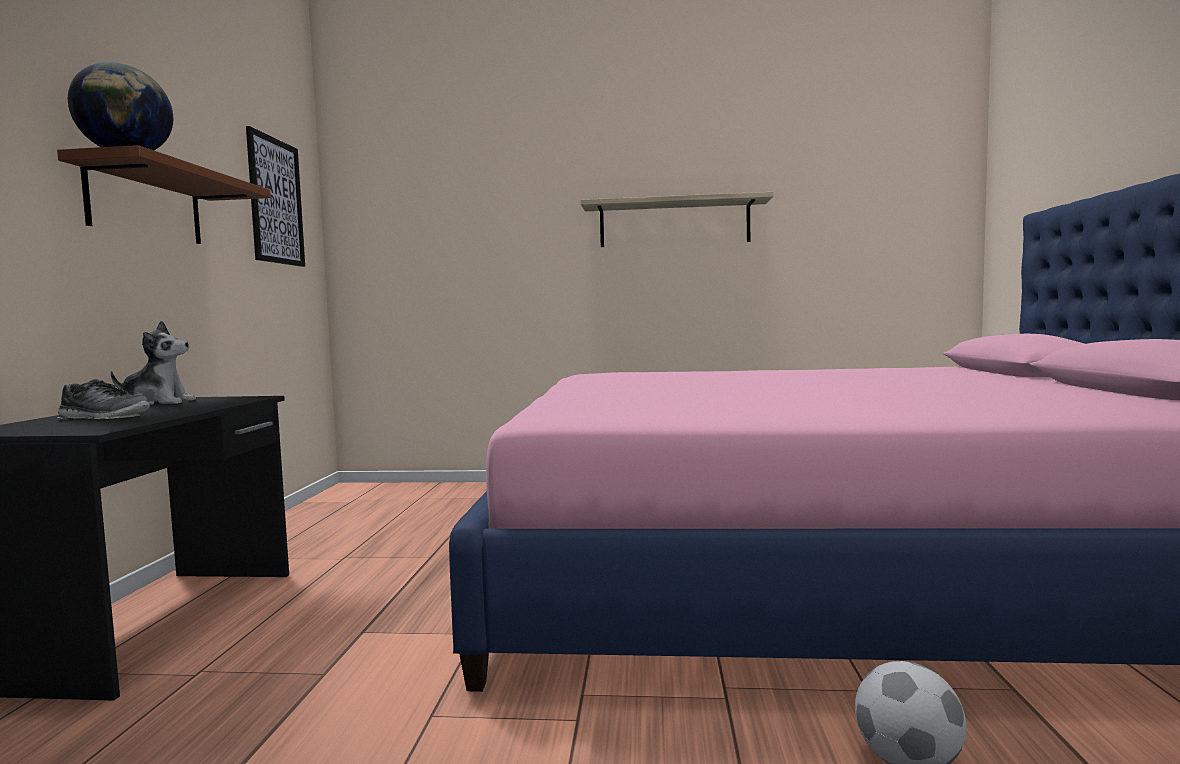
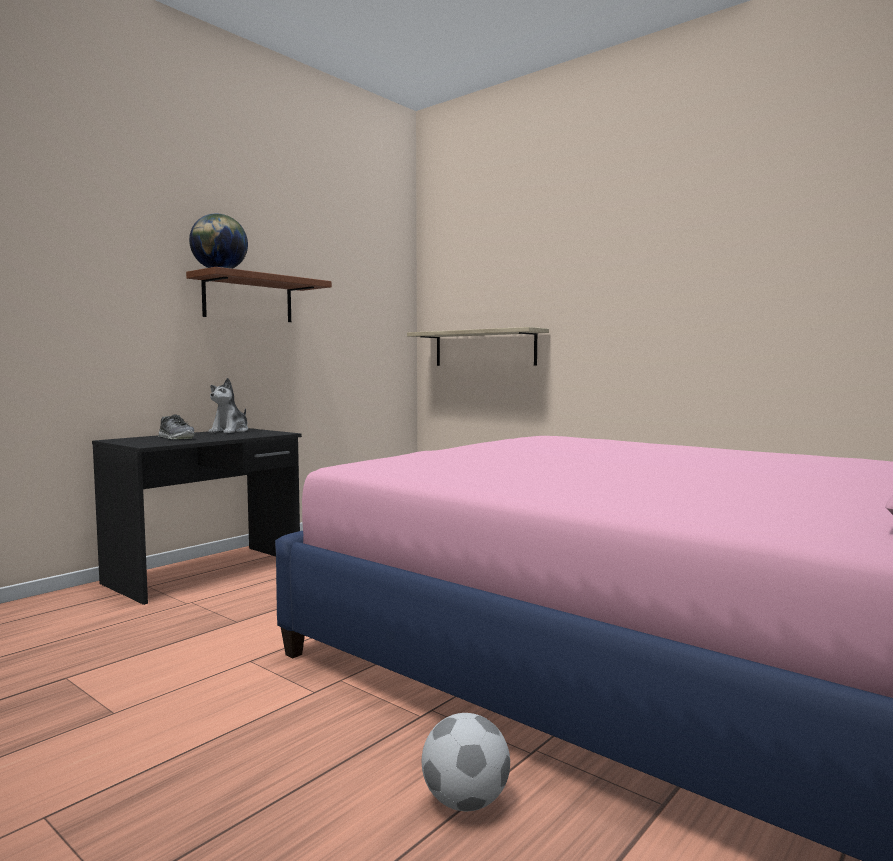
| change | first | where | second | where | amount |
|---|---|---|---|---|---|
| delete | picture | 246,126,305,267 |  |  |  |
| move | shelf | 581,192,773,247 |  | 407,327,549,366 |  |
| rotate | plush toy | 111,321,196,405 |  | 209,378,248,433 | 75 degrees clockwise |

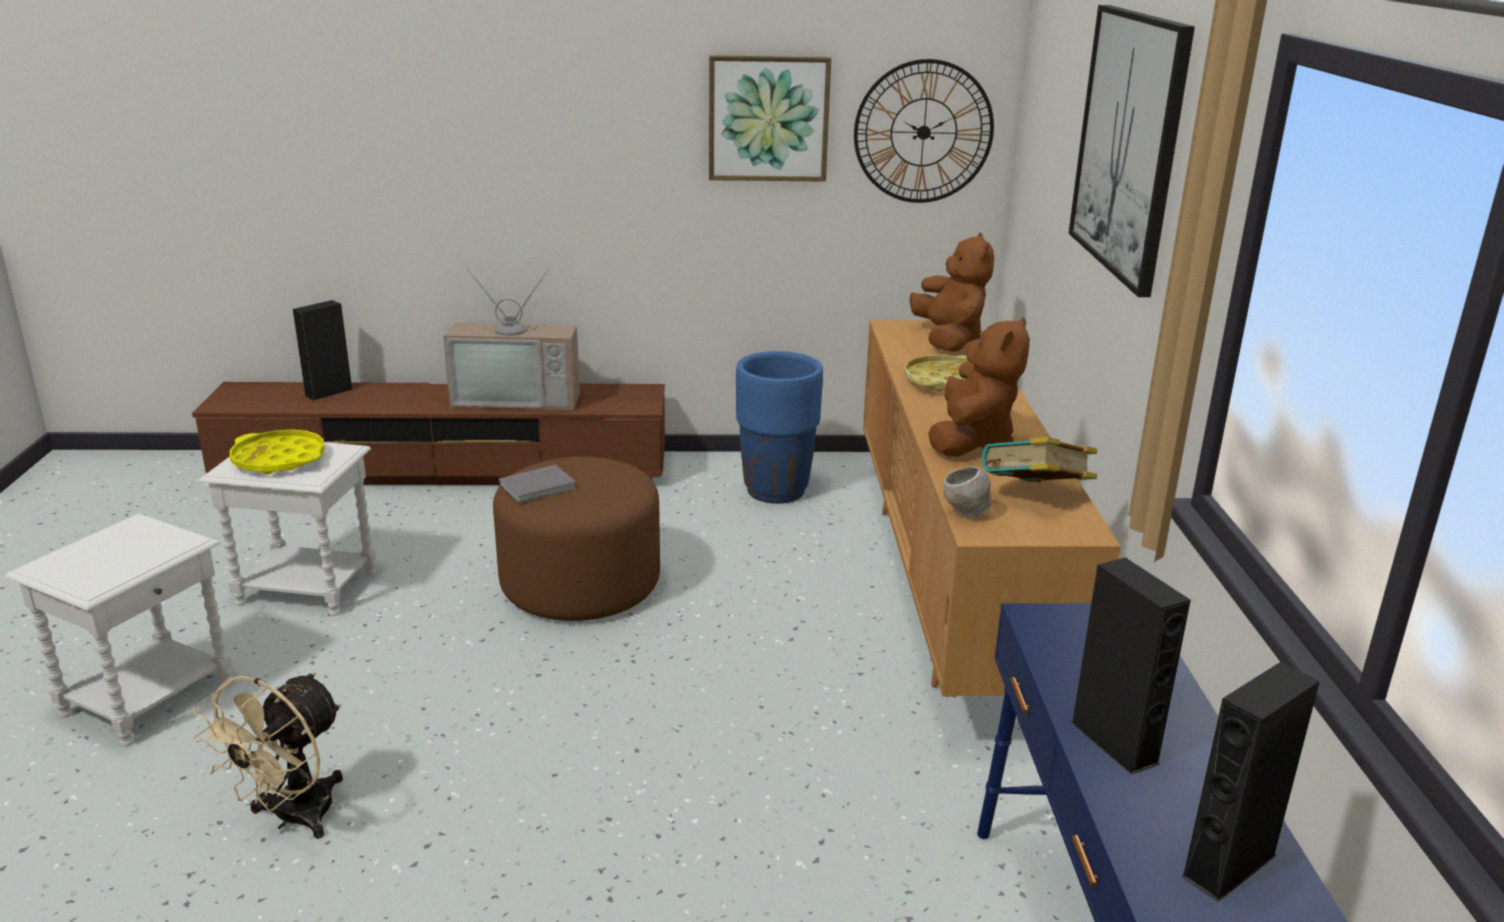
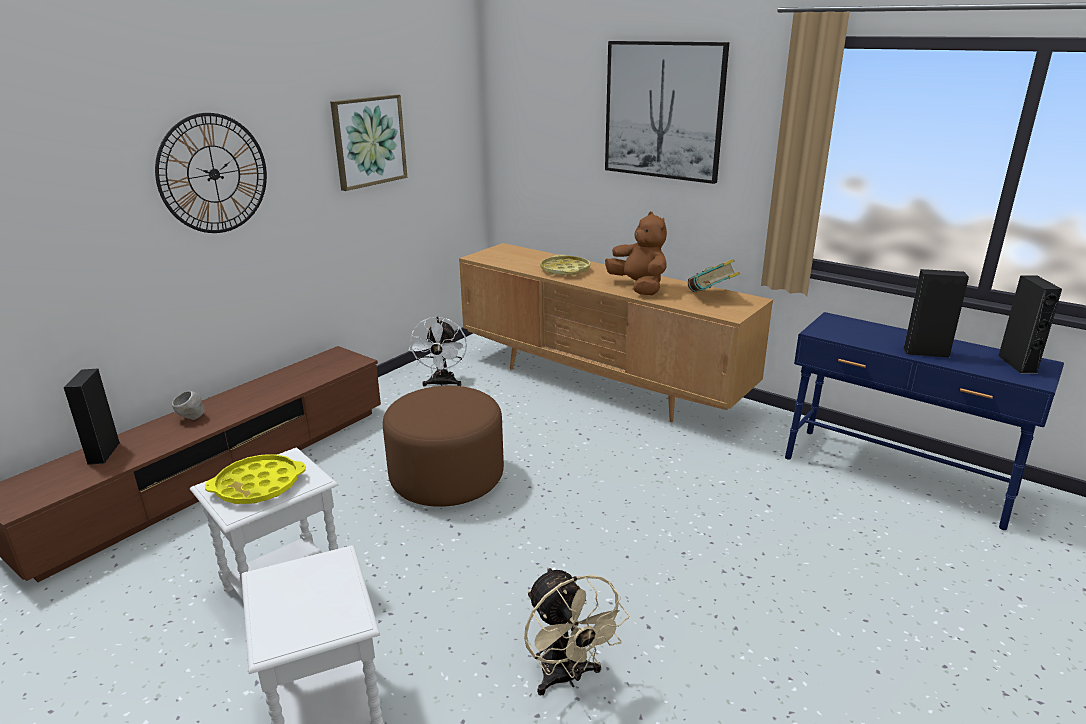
| change | first | where | second | where | amount |
|---|---|---|---|---|---|
| delete | television | 443,267,580,410 |  |  |  |
| delete | grey book | 499,465,576,504 |  |  |  |
| delete | brown plush toy | 910,233,994,352 |  |  |  |
| move | wall clock | 854,59,994,203 |  | 155,113,267,233 |  |
| move | grey bowl | 943,466,992,518 |  | 172,391,205,420 |  |
| replace | blue planter | 736,351,823,504 | white fan | 408,317,467,387 |  |

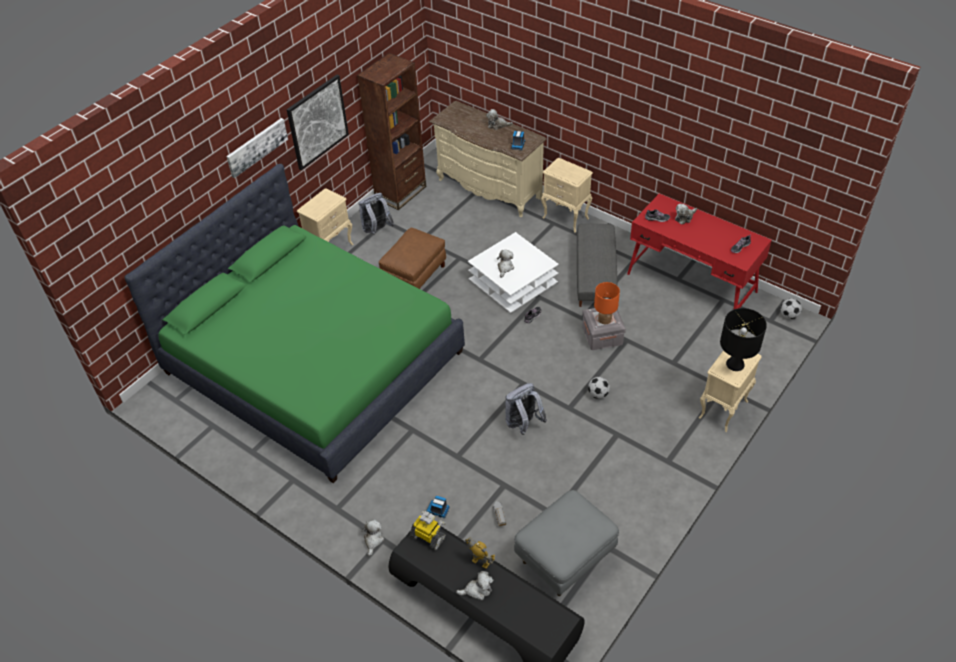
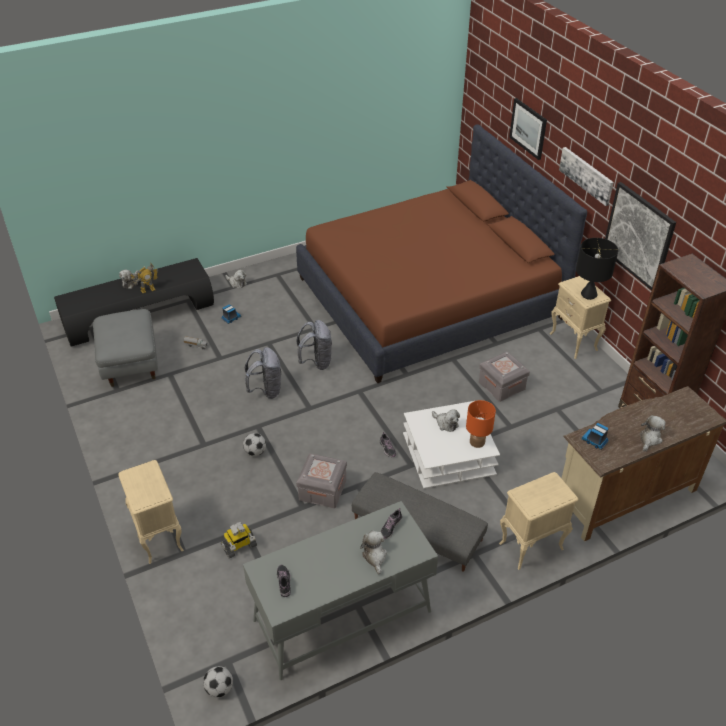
| change | first | where | second | where | amount |
|---|---|---|---|---|---|
| insert |  |  | picture | 509,98,547,160 |  |
| move | grey backpack | 358,193,395,235 |  | 296,320,332,370 |  |
| move | toy robot | 409,511,446,550 |  | 221,522,257,558 |  |
| move | orange table lamp | 594,282,620,324 |  | 466,400,496,448 |  |
| move | black table lamp | 720,308,767,371 |  | 576,238,618,300 |  |
| replace | brown ottoman | 379,228,446,289 | grey storage box | 479,351,530,402 |  |
| recolor | green bed | 124,164,465,483 | brown bed | 296,125,587,383 |  |
| recolor | red desk | 627,193,772,310 | grey desk | 243,501,438,680 |  |

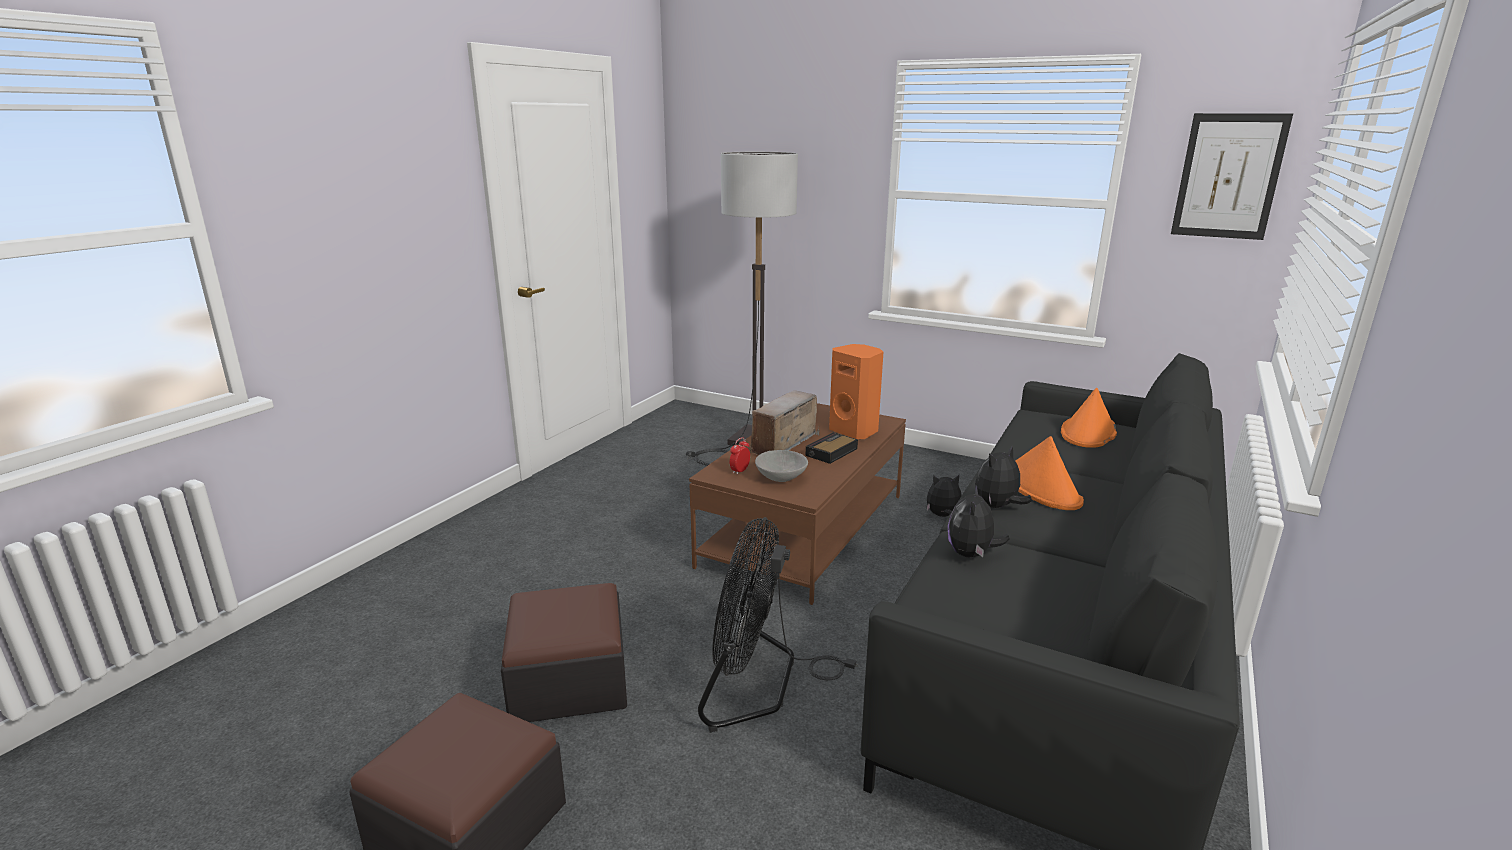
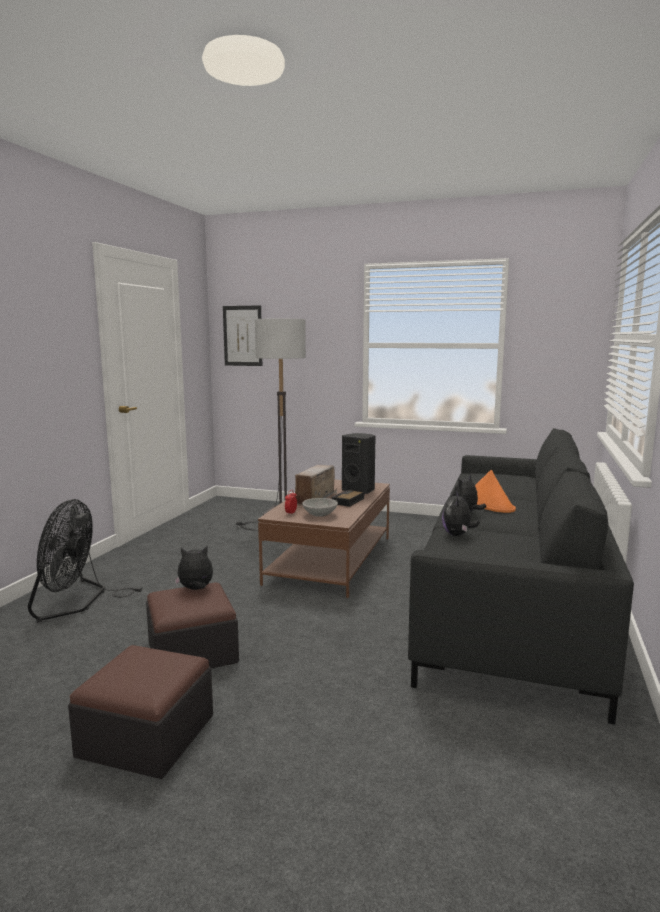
| change | first | where | second | where | amount |
|---|---|---|---|---|---|
| delete | orange hat | 1061,388,1117,448 |  |  |  |
| move | black fan | 698,517,859,733 |  | 28,499,143,623 |  |
| move | plush toy | 927,475,961,517 |  | 174,546,213,590 |  |
| move | picture | 1171,113,1293,240 |  | 223,305,262,366 |  |
| recolor | orange speaker | 829,344,883,440 | black speaker | 342,433,375,495 |  |

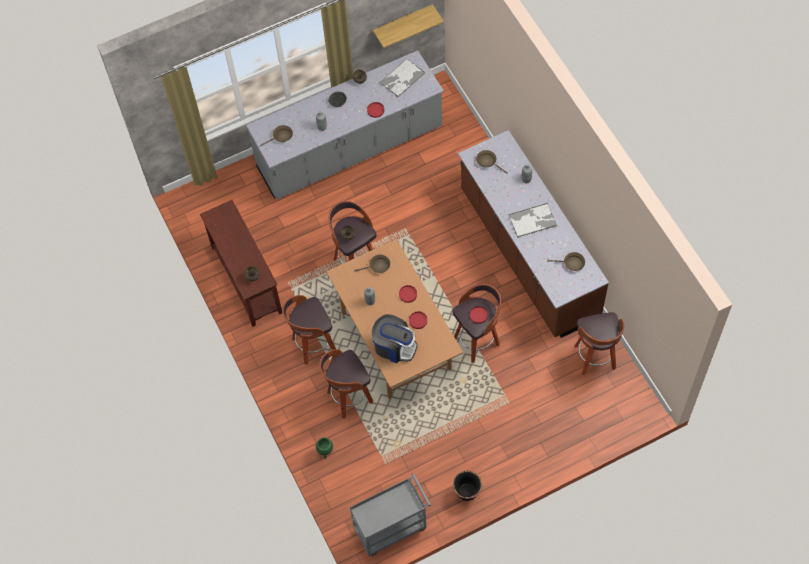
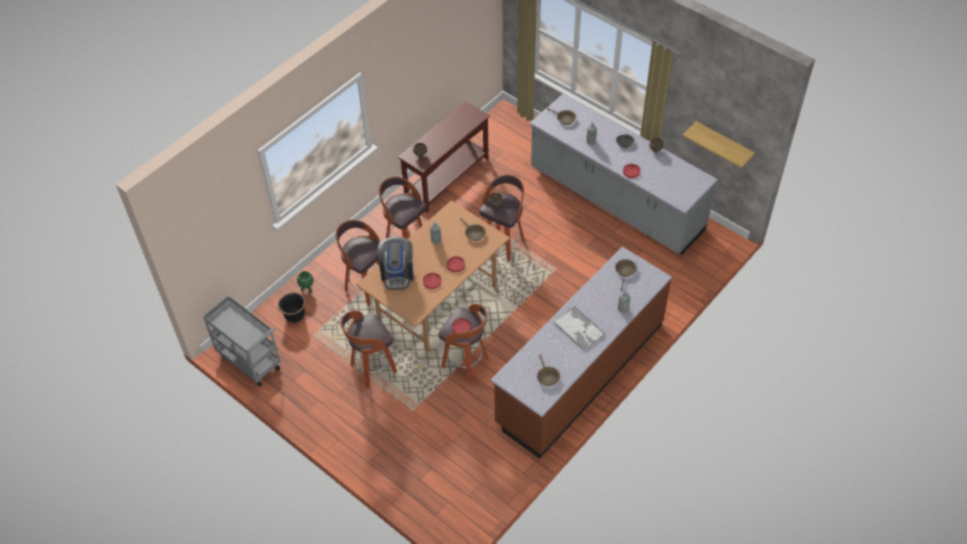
| change | first | where | second | where | amount |
|---|---|---|---|---|---|
| delete | tray | 380,58,425,97 |  |  |  |
| move | black planter | 453,471,482,501 |  | 278,293,306,323 |  |
| move | stool | 574,312,624,376 |  | 340,311,397,388 |  |

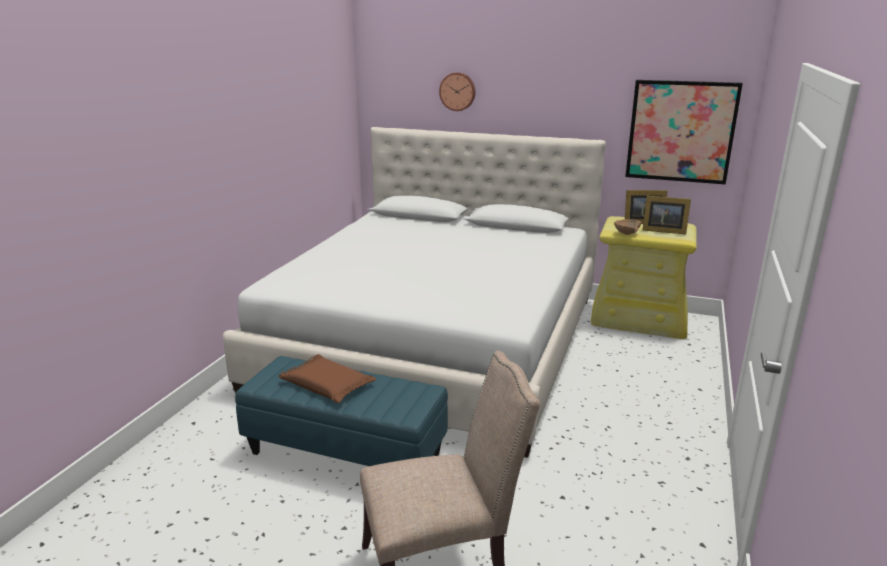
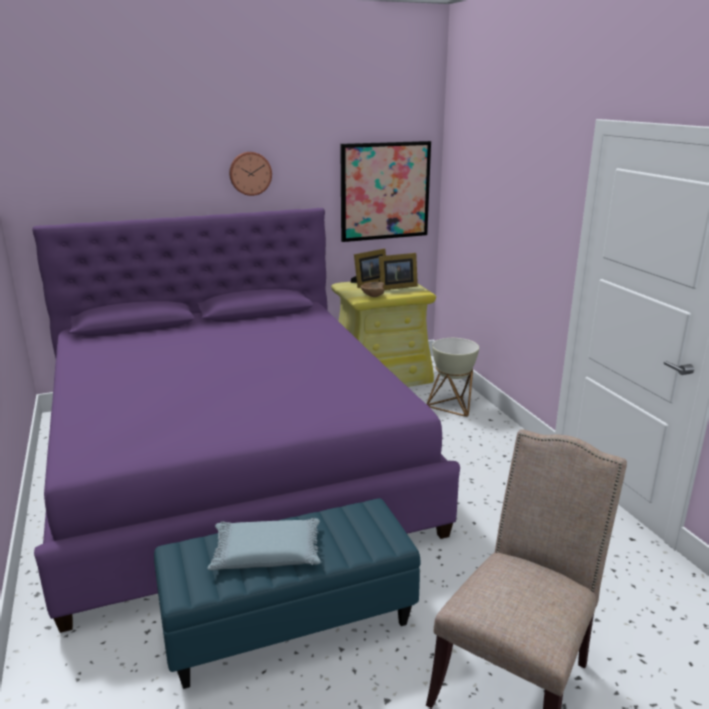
| change | first | where | second | where | amount |
|---|---|---|---|---|---|
| insert |  |  | planter | 427,338,479,417 |  |
| move | wall clock | 439,72,475,111 |  | 229,152,272,196 |  |
| recolor | white bed | 223,127,606,458 | purple bed | 32,208,460,633 |  |
| recolor | brown pillow | 278,354,376,403 | blue pillow | 207,518,321,570 |  |

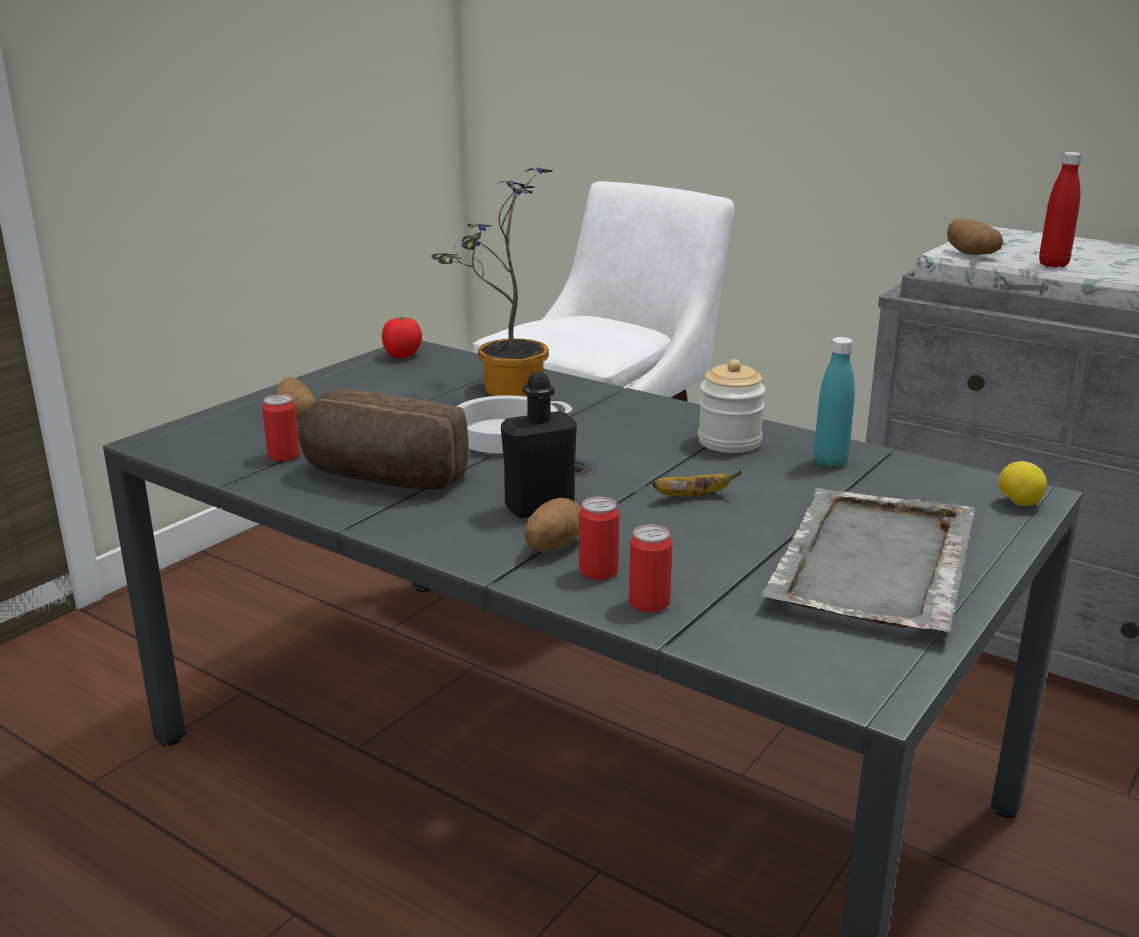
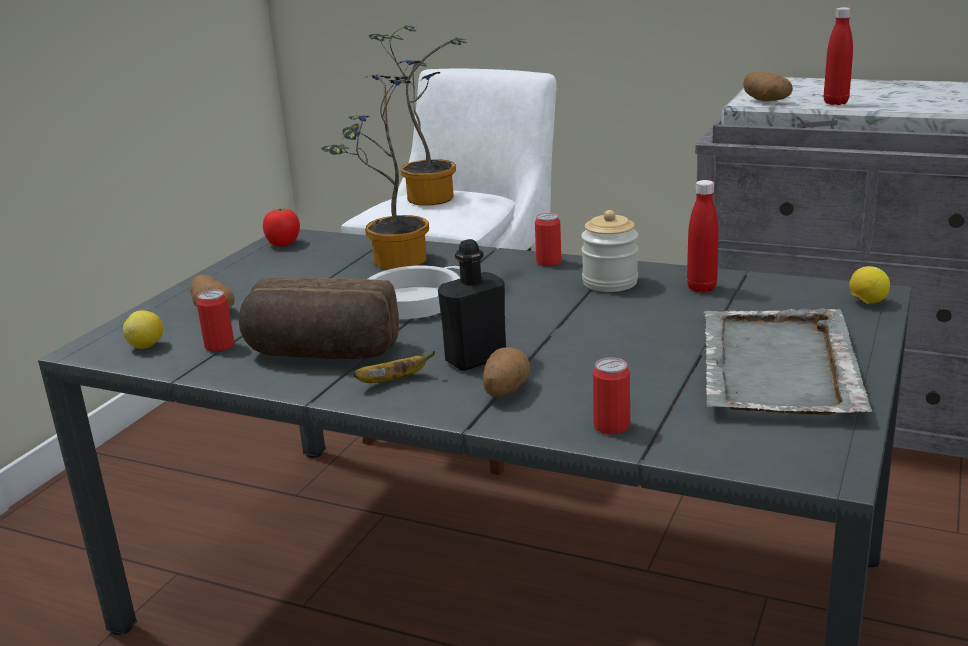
| change | first | where | second | where | amount |
|---|---|---|---|---|---|
| insert |  |  | lemon | 123,310,163,349 |  |
| insert |  |  | potted plant | 369,25,467,206 |  |
| move | can | 579,497,619,580 |  | 535,213,561,266 |  |
| move | banana | 653,471,741,496 |  | 353,351,435,383 |  |
| recolor | turquoise bottle | 814,337,855,467 | red bottle | 687,180,719,293 |  |

